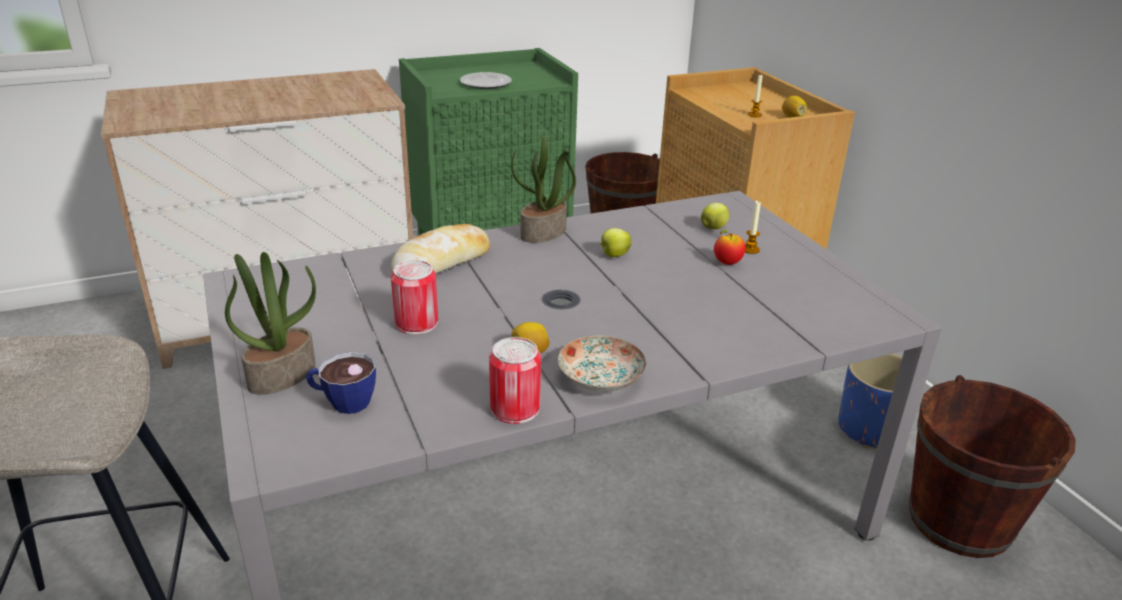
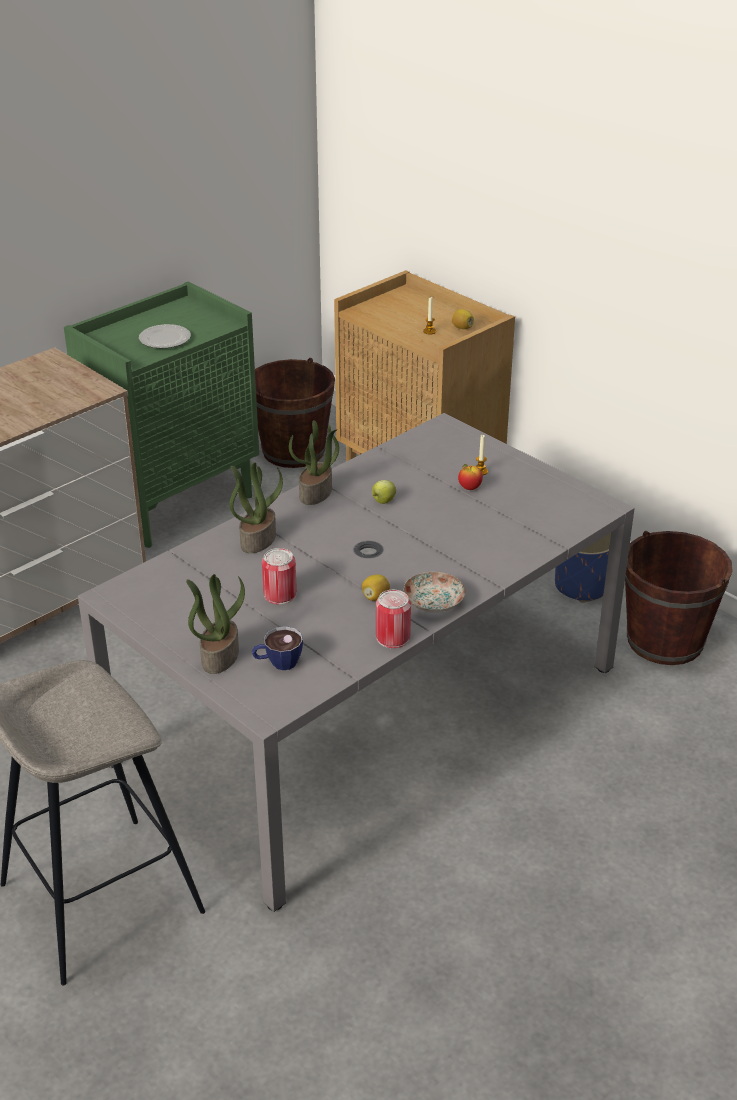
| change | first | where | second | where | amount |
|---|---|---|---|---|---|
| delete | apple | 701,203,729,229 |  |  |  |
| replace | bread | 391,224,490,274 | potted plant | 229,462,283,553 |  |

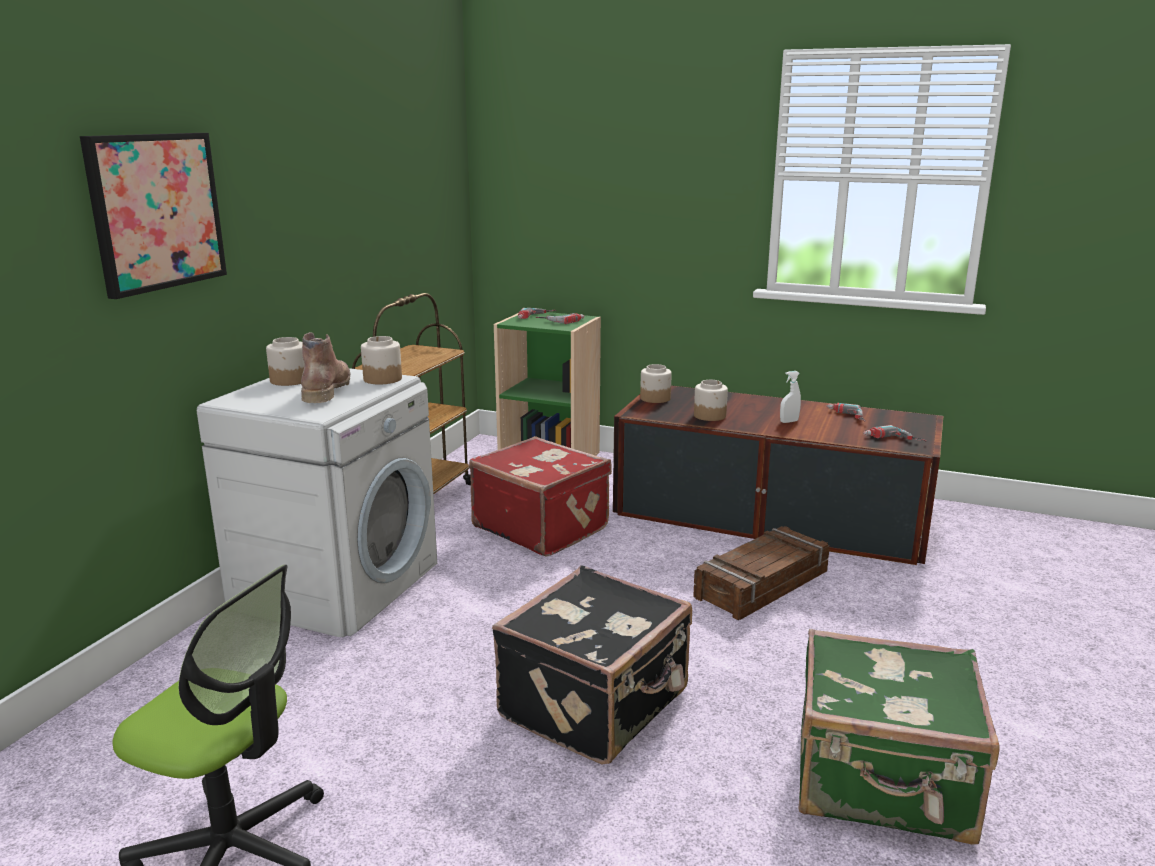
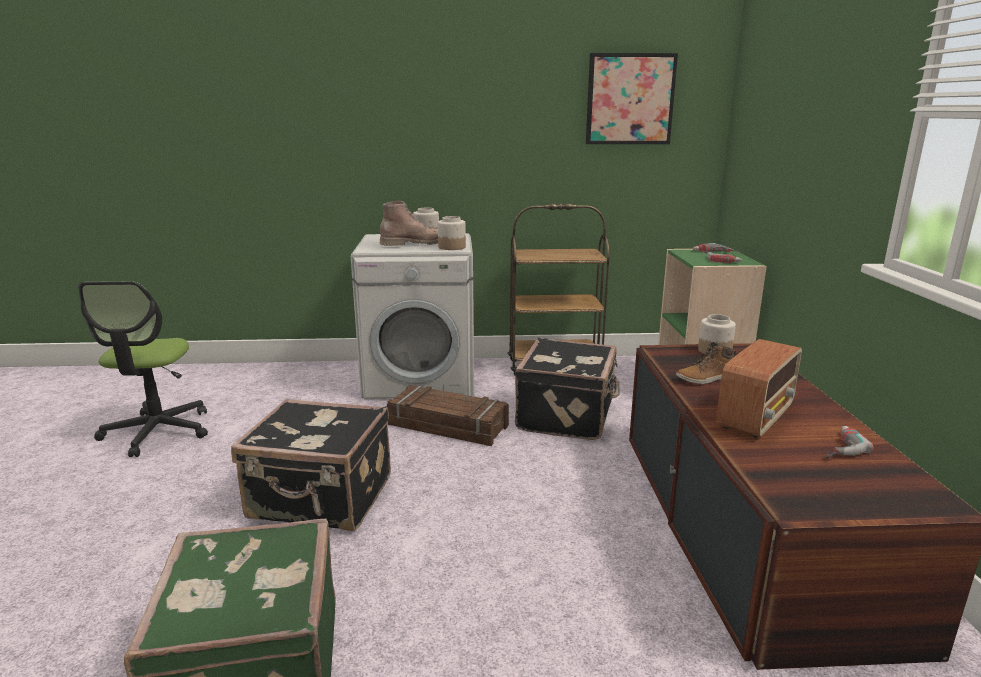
| change | first | where | second | where | amount |
|---|---|---|---|---|---|
| delete | power drill | 863,425,927,442 |  |  |  |
| move | picture | 80,133,227,299 |  | 586,53,678,144 |  |
| move | crate | 693,526,830,620 |  | 387,385,509,446 |  |
| replace | jar | 694,380,728,421 | boot | 676,342,736,384 |  |
| replace | white spray bottle | 780,371,801,423 | radio | 716,339,802,438 |  |
| recolor | red suitcase | 469,436,612,557 | black suitcase | 515,338,620,440 |  |

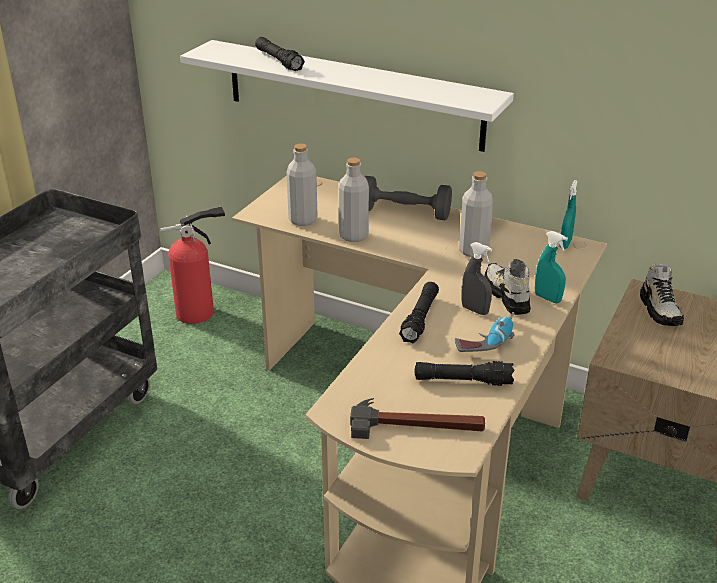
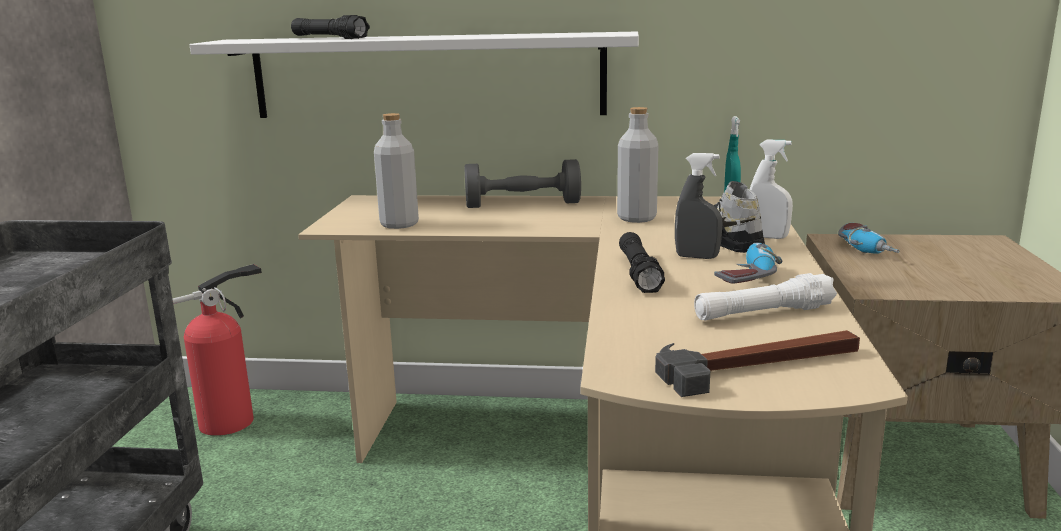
| change | first | where | second | where | amount |
|---|---|---|---|---|---|
| delete | grey bottle | 339,158,369,242 |  |  |  |
| replace | shoe | 640,264,684,326 | power drill | 838,223,899,254 |  |
| recolor | black flashlight | 415,361,514,386 | white flashlight | 694,273,837,320 |  |
| recolor | turquoise spray bottle | 535,231,568,303 | white spray bottle | 750,140,793,239 |  |

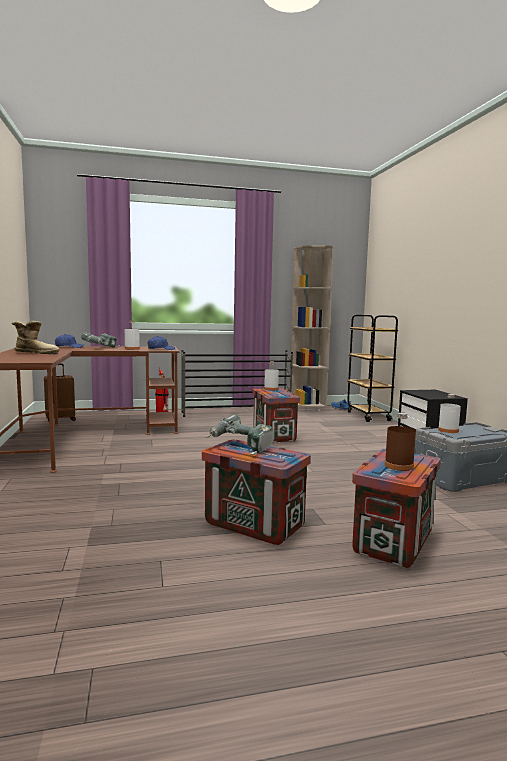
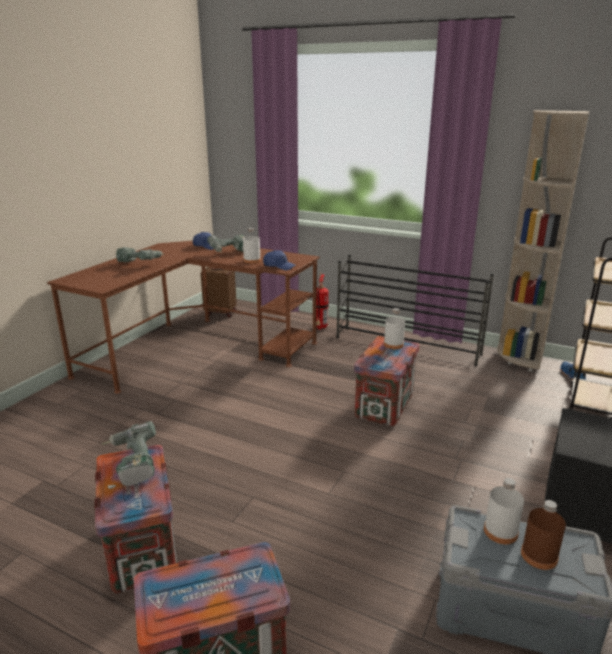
| change | first | where | second | where | amount |
|---|---|---|---|---|---|
| move | brown bottle | 384,412,416,471 |  | 521,500,566,570 |  |
| replace | boot | 12,321,60,354 | power drill | 116,247,164,262 |  |

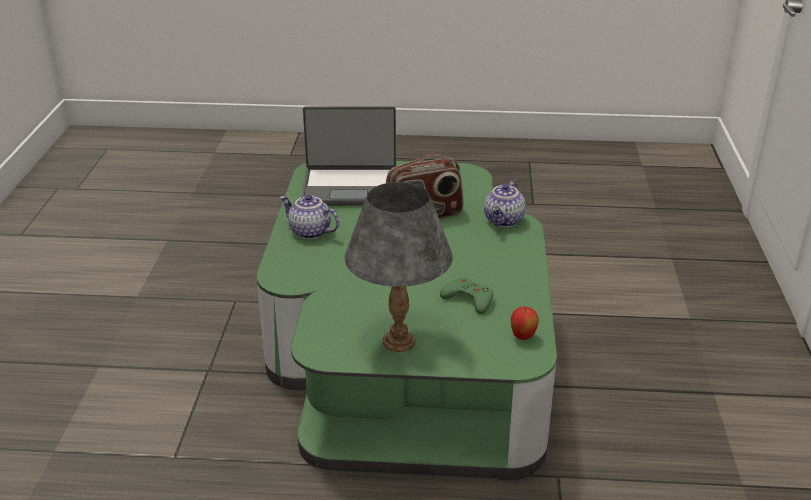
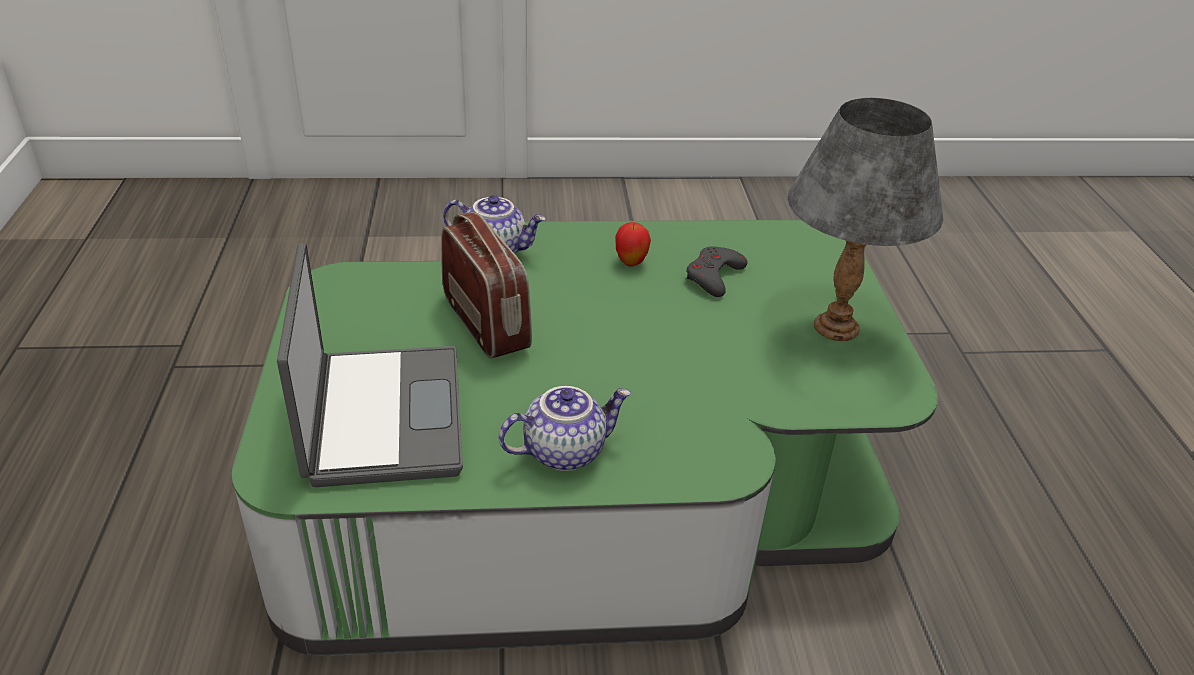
| change | first | where | second | where | amount |
|---|---|---|---|---|---|
| move | apple | 511,306,539,340 |  | 615,222,651,267 |  |
| recolor | green game controller | 440,277,493,314 | grey game controller | 687,246,748,297 |  |
| rotate | teapot | 279,195,340,239 |  | 499,386,631,471 | 135 degrees counterclockwise |

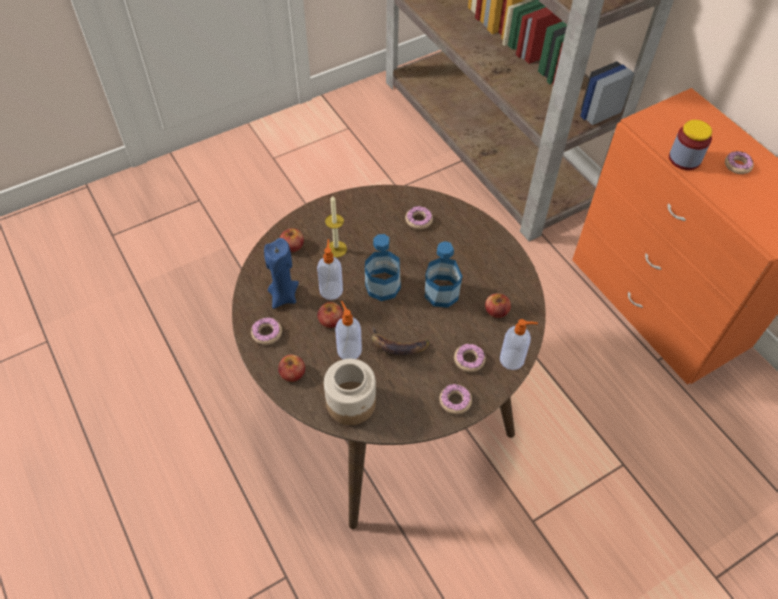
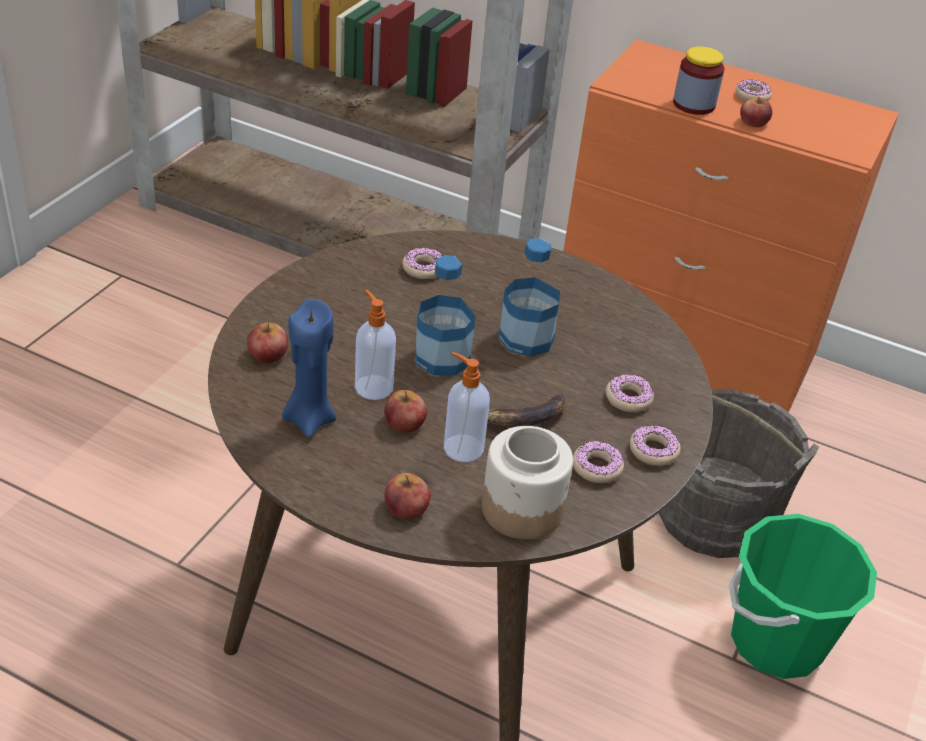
| change | first | where | second | where | amount |
|---|---|---|---|---|---|
| delete | candle | 325,195,347,258 |  |  |  |
| delete | soap dispenser | 500,319,538,370 |  |  |  |
| insert |  |  | grey bucket | 659,389,819,558 |  |
| insert |  |  | green bucket | 729,514,877,679 |  |
| move | donut | 251,317,282,345 |  | 573,441,624,483 |  |
| move | apple | 485,293,511,318 |  | 740,97,772,127 |  |

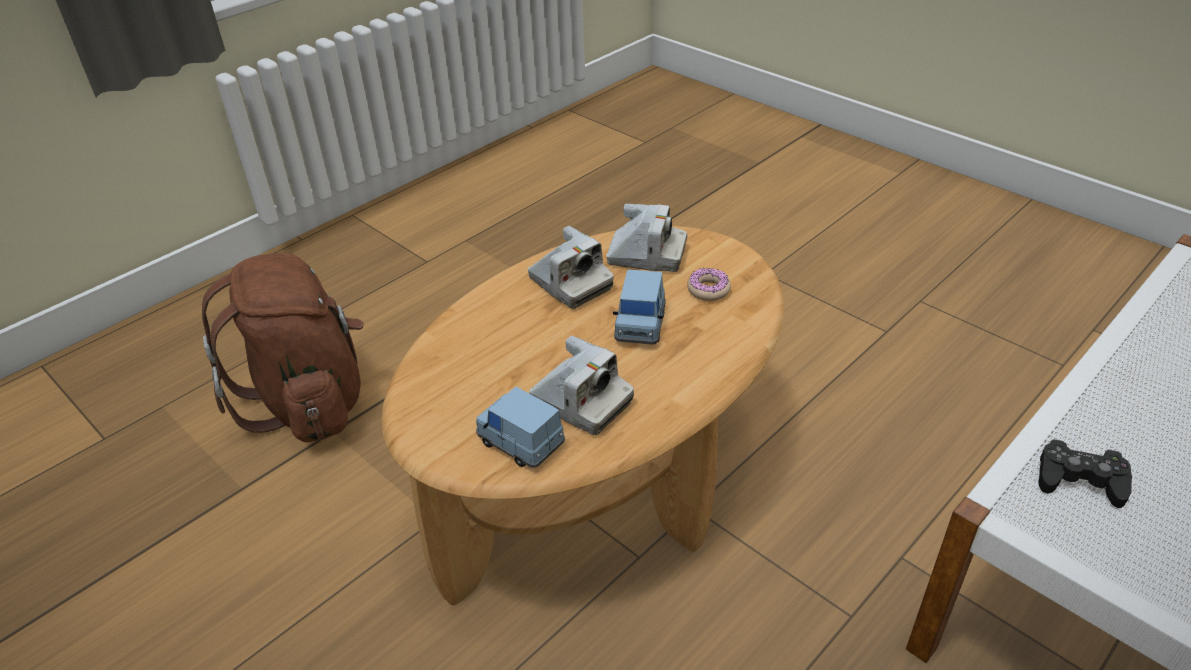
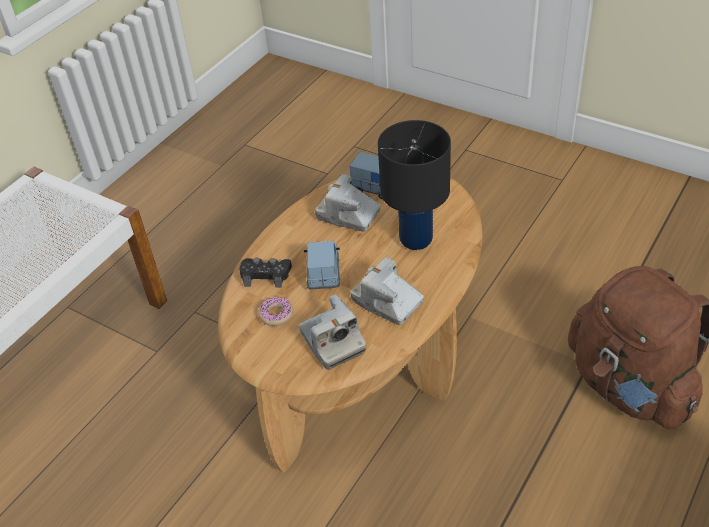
| change | first | where | second | where | amount |
|---|---|---|---|---|---|
| insert |  |  | black table lamp | 378,120,451,250 |  |
| move | black game controller | 1038,439,1132,508 |  | 239,258,292,288 |  |
| rotate | photo camera | 606,204,687,272 |  | 299,294,366,370 | 120 degrees counterclockwise |

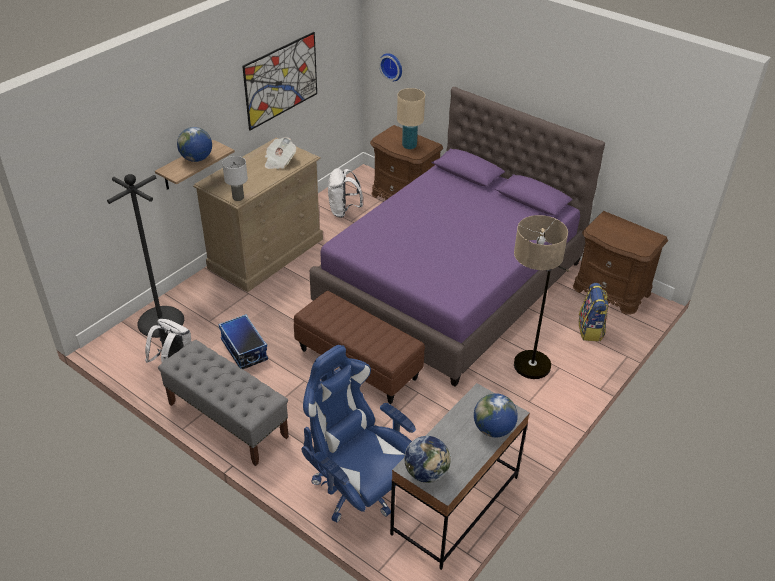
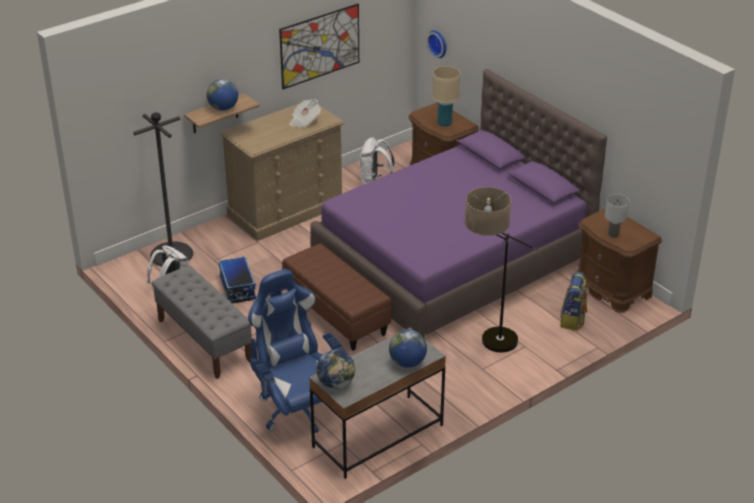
| change | first | where | second | where | amount |
|---|---|---|---|---|---|
| move | white table lamp | 222,156,248,201 |  | 605,194,629,238 |  |

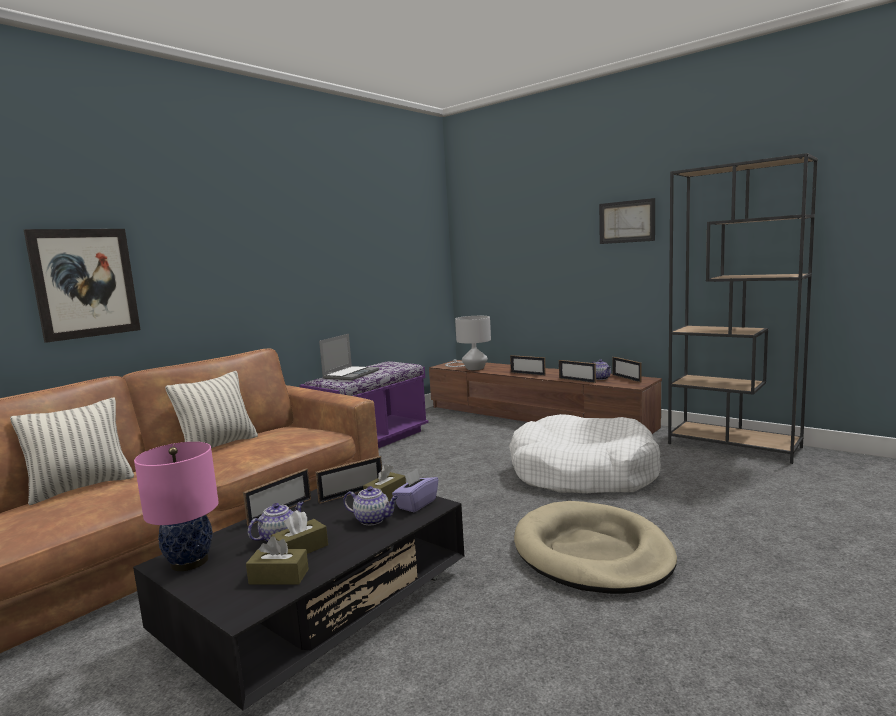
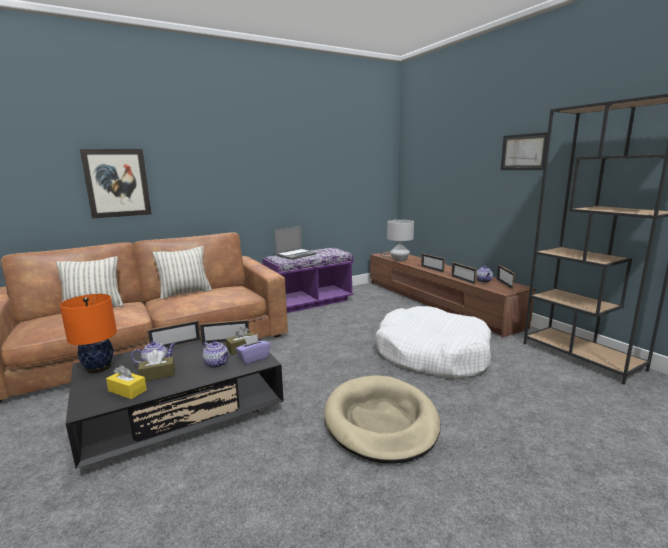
| change | first | where | second | where | amount |
|---|---|---|---|---|---|
| recolor | pink table lamp | 134,442,219,571 | orange table lamp | 60,294,117,373 |  |
| recolor | brown tissue box | 246,536,309,585 | yellow tissue box | 106,365,147,399 |  |

